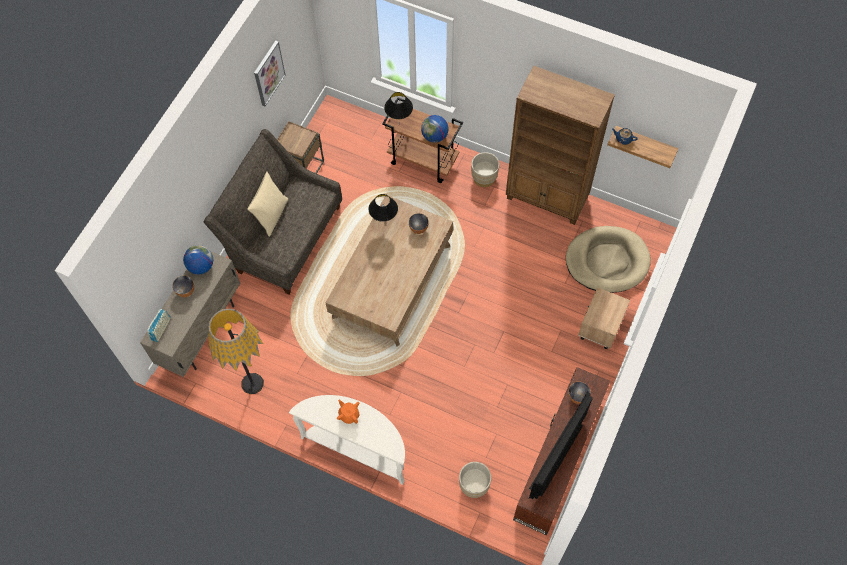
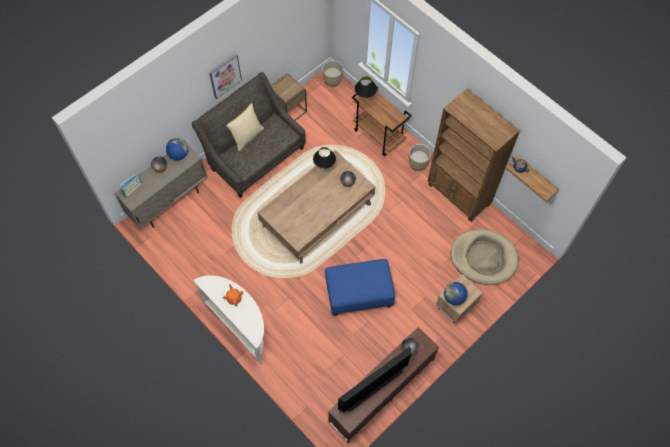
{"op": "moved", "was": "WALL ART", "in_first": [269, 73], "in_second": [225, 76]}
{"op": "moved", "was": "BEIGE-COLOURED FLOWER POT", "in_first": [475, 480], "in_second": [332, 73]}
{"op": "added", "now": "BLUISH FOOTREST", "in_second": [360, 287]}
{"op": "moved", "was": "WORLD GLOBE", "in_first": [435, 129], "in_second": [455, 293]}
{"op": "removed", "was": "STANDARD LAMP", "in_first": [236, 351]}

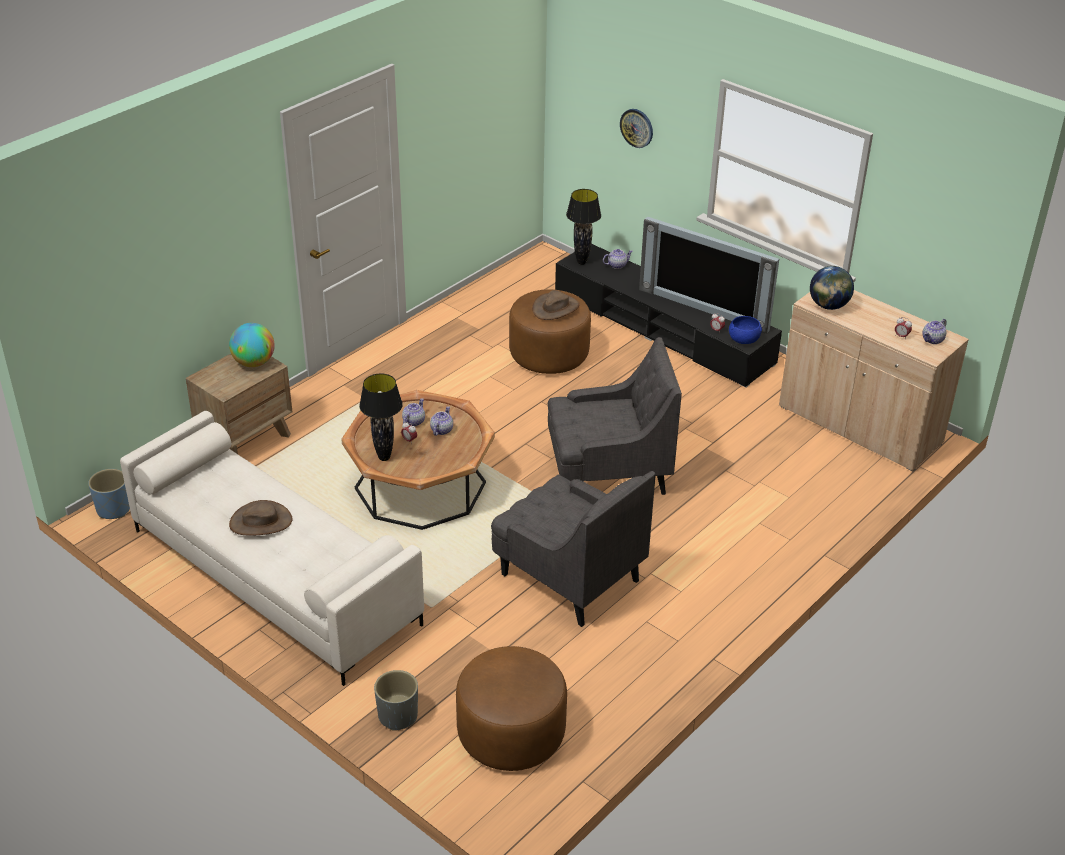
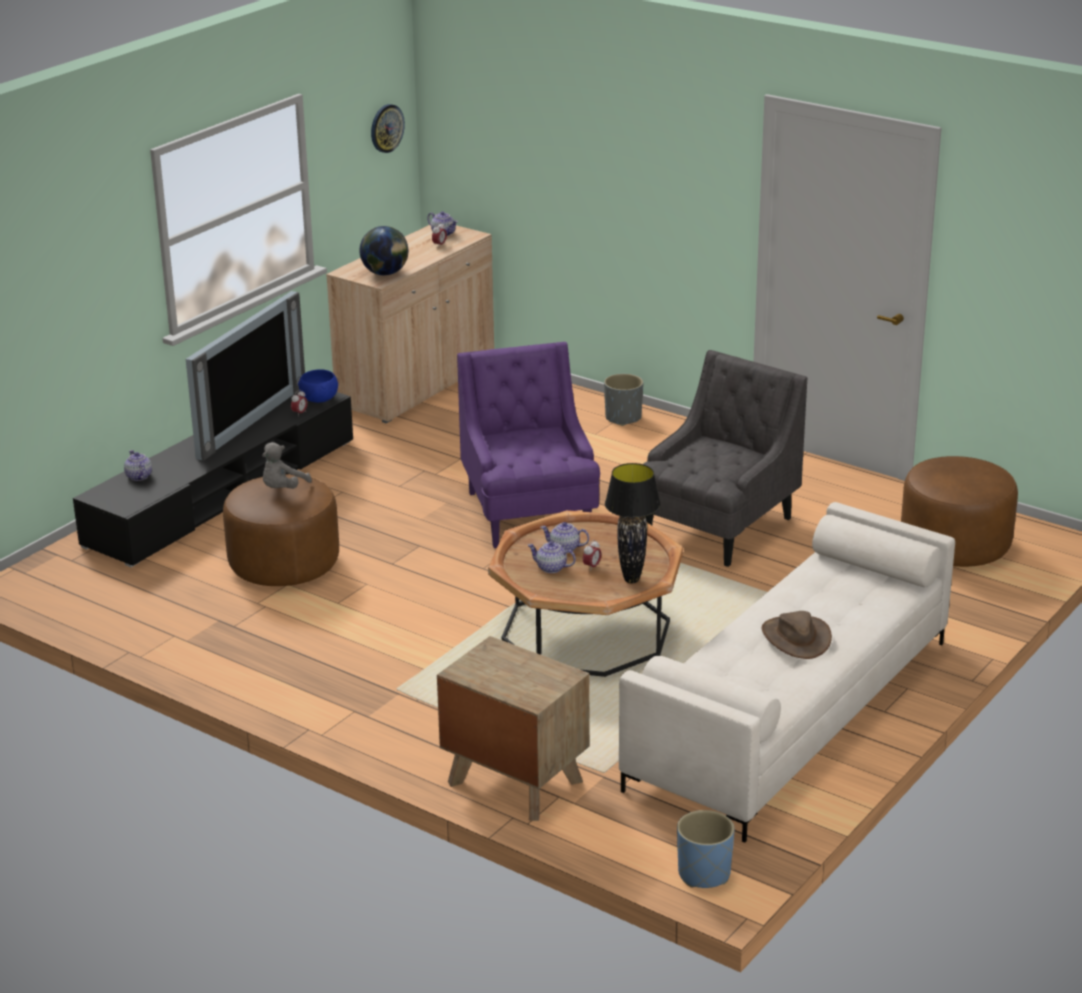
{"op": "replaced", "was": "BROWNISH WEARABLE HAT", "now": "GREYISH CUDDLY TOY", "in_first": [556, 305], "in_second": [287, 465]}
{"op": "moved", "was": "WALL CLOCK", "in_first": [636, 128], "in_second": [388, 128]}
{"op": "recoloured", "was": "GREYISH ARMCHAIR", "now": "PURPLISH ARMCHAIR", "in_first": [615, 416], "in_second": [528, 445]}
{"op": "moved", "was": "GREYISH FLOWER POT", "in_first": [396, 700], "in_second": [623, 400]}
{"op": "removed", "was": "WORLD GLOBE", "in_first": [252, 345]}
{"op": "removed", "was": "BLACK TABLE LAMP", "in_first": [583, 227]}

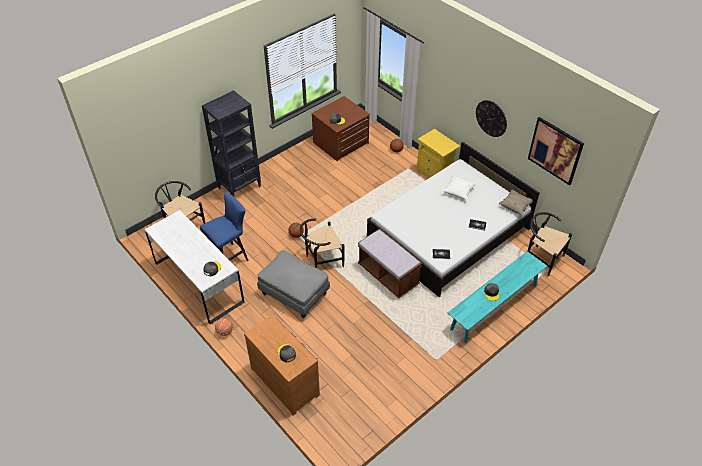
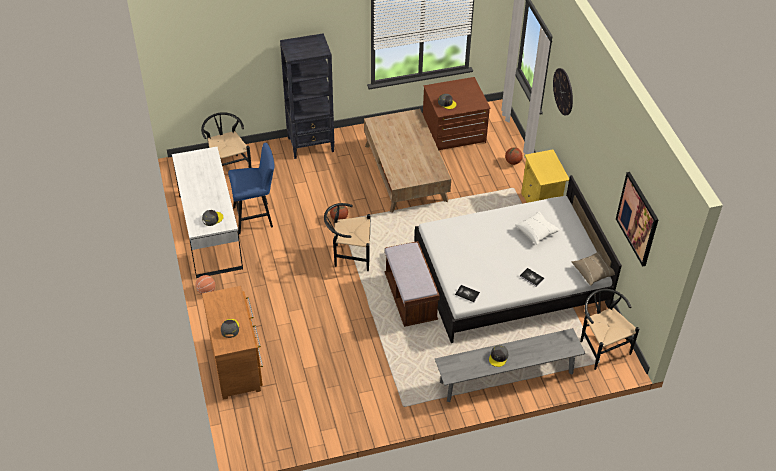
{"op": "added", "now": "BROWNISH LOUNGE TABLE", "in_second": [407, 161]}
{"op": "recoloured", "was": "TURQUOISE-COLOURED LONG SEAT", "now": "GREYISH LONG SEAT", "in_first": [497, 297], "in_second": [510, 365]}
{"op": "moved", "was": "WALL CLOCK", "in_first": [491, 118], "in_second": [563, 92]}
{"op": "removed", "was": "GREYISH FOOTREST", "in_first": [293, 284]}

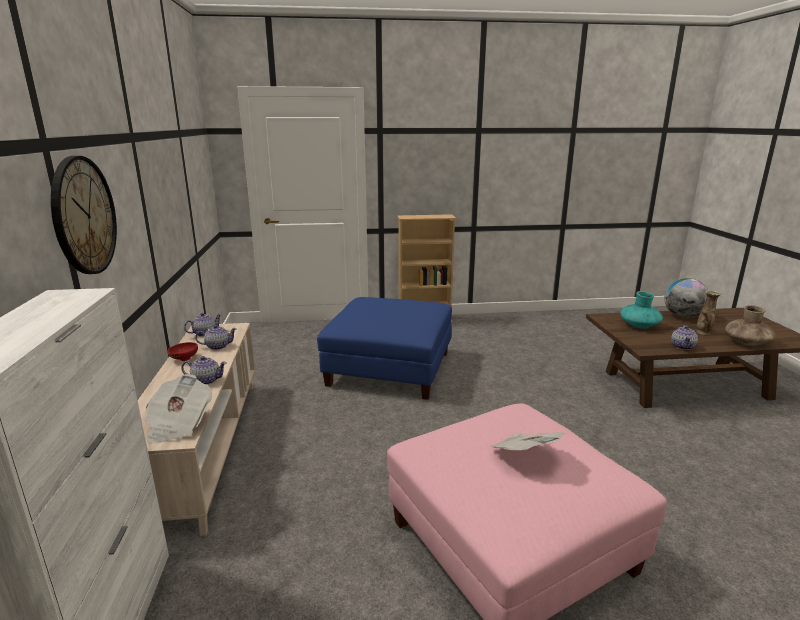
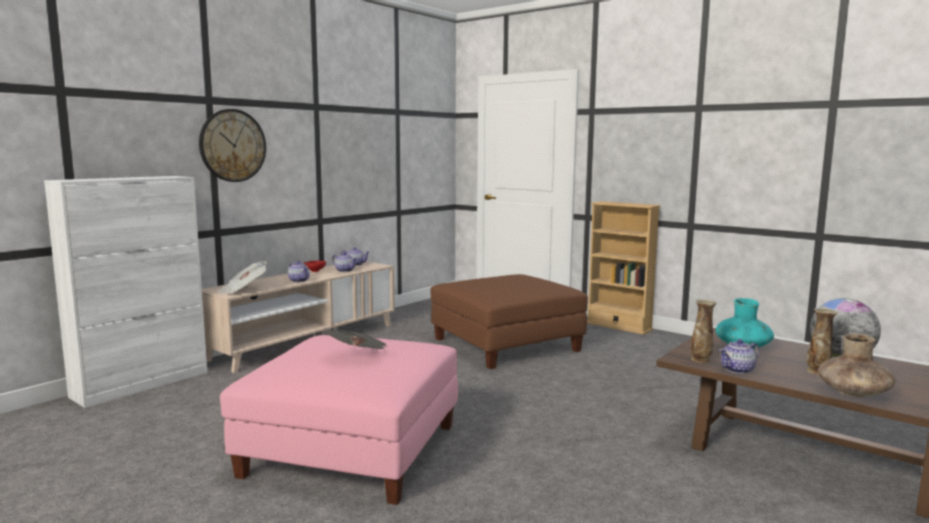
{"op": "recoloured", "was": "BLUISH FOOTREST", "now": "BROWNISH FOOTREST", "in_first": [384, 348], "in_second": [509, 321]}
{"op": "added", "now": "FLOWER VASE", "in_second": [703, 331]}

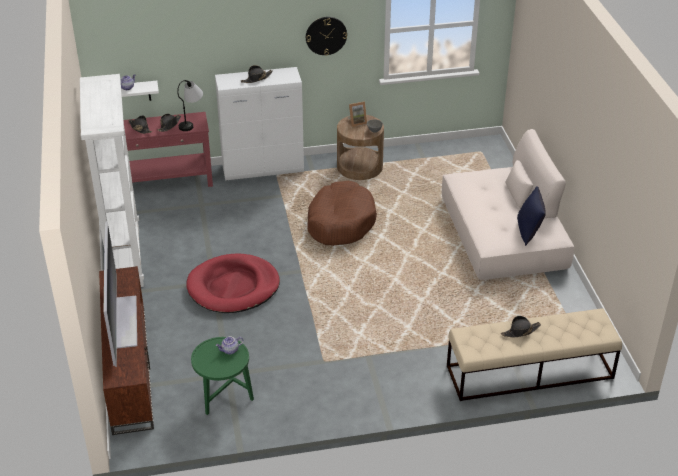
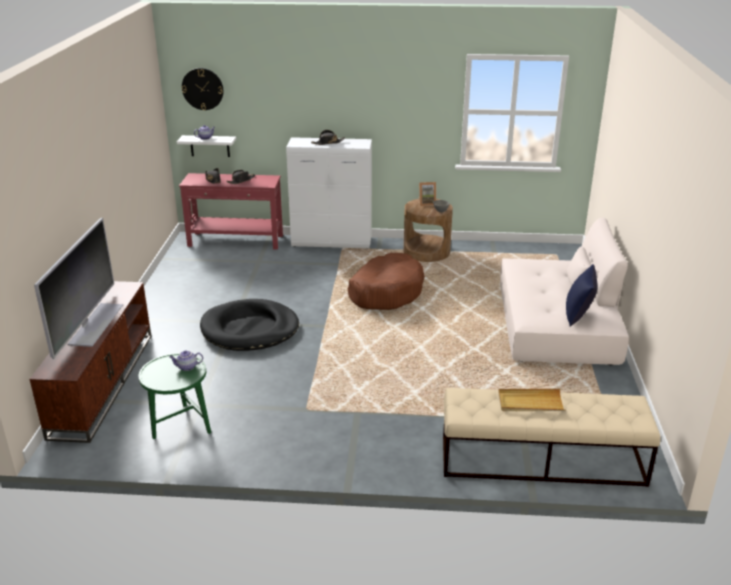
{"op": "moved", "was": "WALL CLOCK", "in_first": [326, 36], "in_second": [202, 89]}
{"op": "recoloured", "was": "REDDISH DOG BED", "now": "BLACK DOG BED", "in_first": [233, 283], "in_second": [249, 325]}
{"op": "replaced", "was": "BLACK WEARABLE HAT", "now": "BEIGE-COLOURED SERVING TRAY", "in_first": [521, 326], "in_second": [532, 400]}
{"op": "removed", "was": "WHITISH BOOKCASE", "in_first": [112, 180]}
{"op": "removed", "was": "TABLE LAMP", "in_first": [190, 105]}

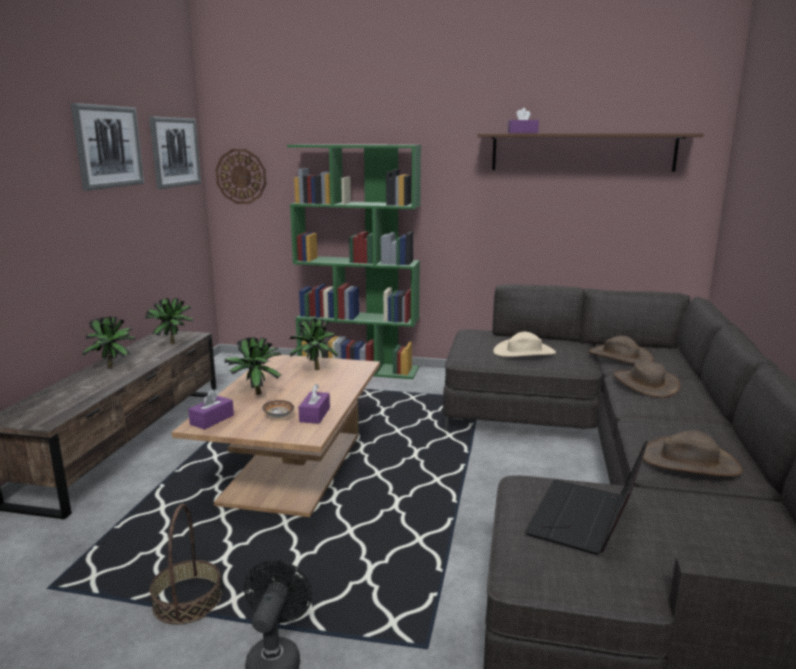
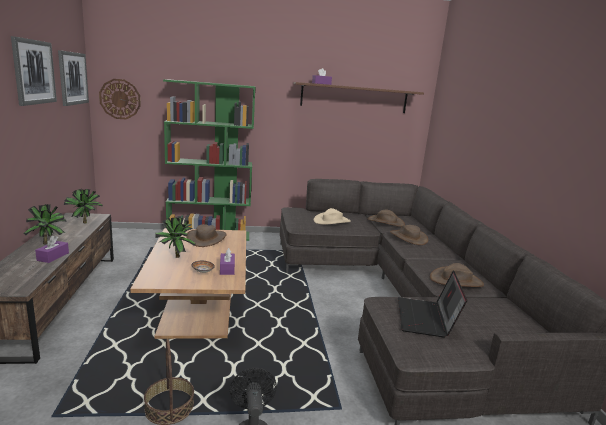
{"op": "moved", "was": "PURPLISH TISSUE HOLDER", "in_first": [211, 409], "in_second": [52, 249]}
{"op": "replaced", "was": "HOUSEPLANT", "now": "BROWNISH WEARABLE HAT", "in_first": [313, 344], "in_second": [206, 235]}

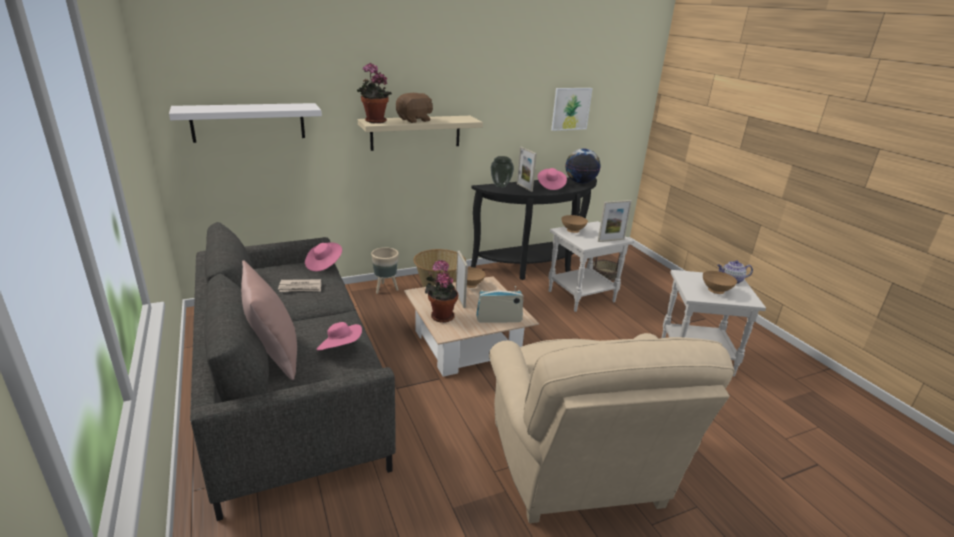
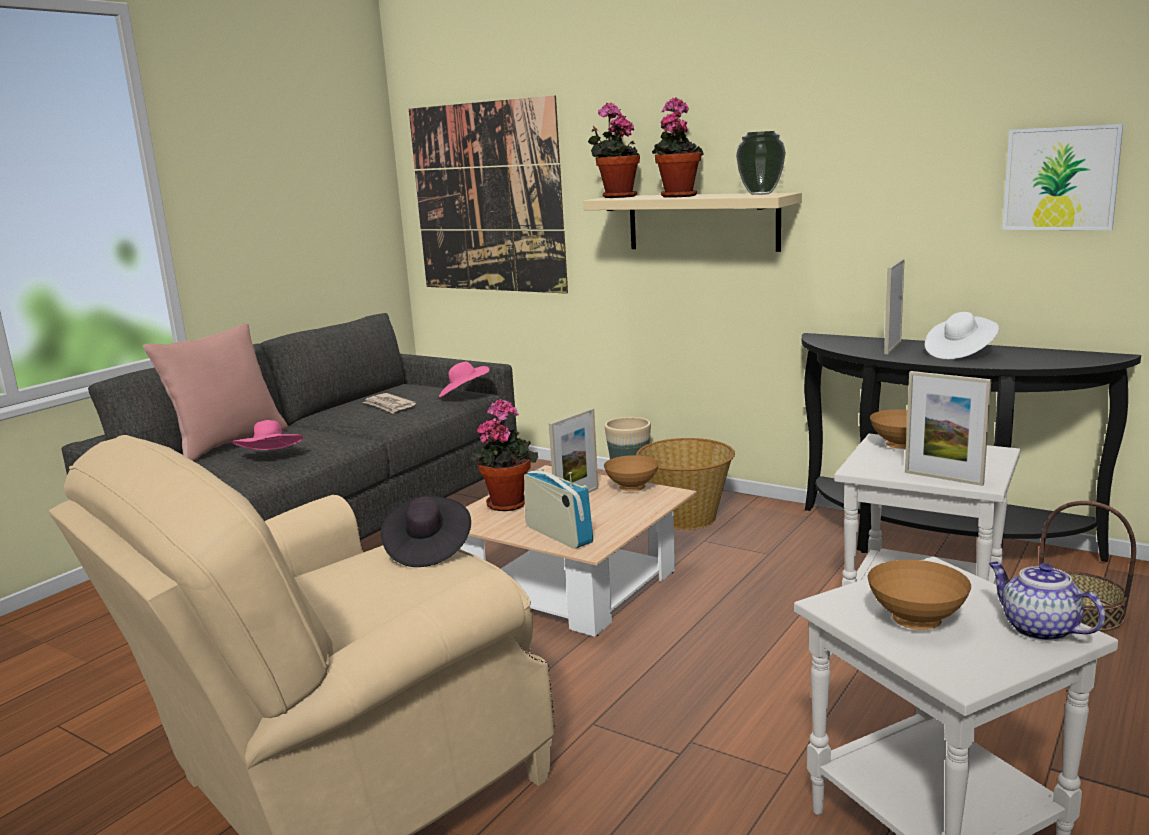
{"op": "added", "now": "BLACK WEARABLE HAT", "in_second": [426, 531]}
{"op": "replaced", "was": "WHITISH BRACKET SHELF", "now": "WALL ART", "in_first": [245, 123], "in_second": [488, 194]}
{"op": "replaced", "was": "BROWNISH CUDDLY TOY", "now": "HOUSEPLANT", "in_first": [414, 108], "in_second": [678, 147]}
{"op": "moved", "was": "FLOWER VASE", "in_first": [502, 172], "in_second": [761, 163]}
{"op": "recoloured", "was": "PINK-COLOURED WEARABLE HAT", "now": "WHITISH WEARABLE HAT", "in_first": [552, 179], "in_second": [962, 335]}
{"op": "removed", "was": "WORLD GLOBE", "in_first": [583, 165]}

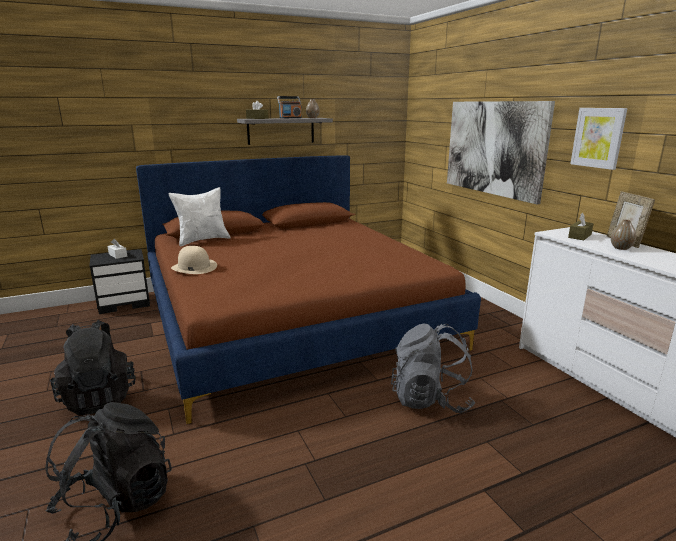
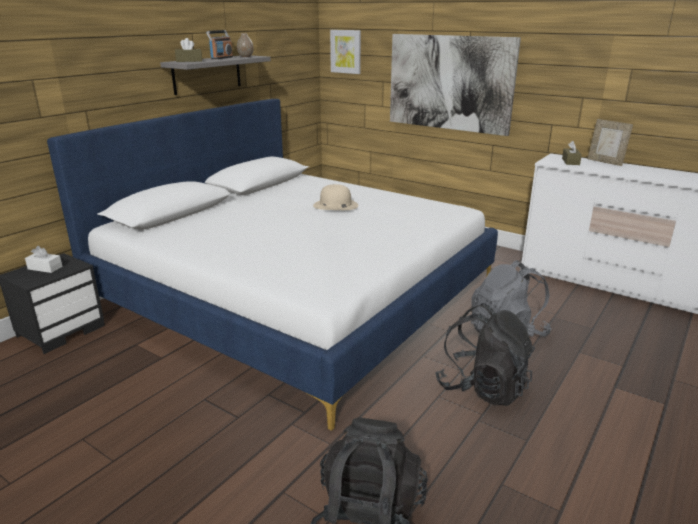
{"op": "recoloured", "was": "BROWNISH BEDROOM BED", "now": "WHITISH BEDROOM BED", "in_first": [308, 289], "in_second": [272, 265]}
{"op": "moved", "was": "BEIGE-COLOURED WEARABLE HAT", "in_first": [194, 260], "in_second": [335, 197]}
{"op": "moved", "was": "WALL ART", "in_first": [599, 139], "in_second": [345, 52]}
{"op": "moved", "was": "BLACK KNAPSACK", "in_first": [93, 367], "in_second": [485, 354]}
{"op": "removed", "was": "WHITISH PILLOW", "in_first": [199, 216]}
{"op": "removed", "was": "FLOWER VASE", "in_first": [623, 234]}

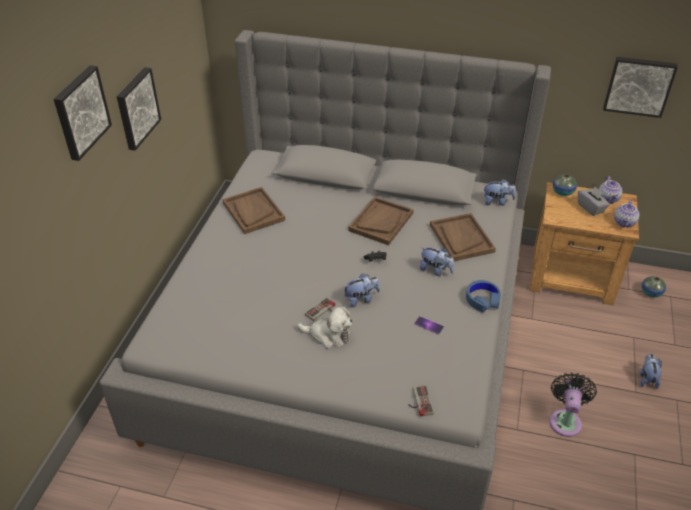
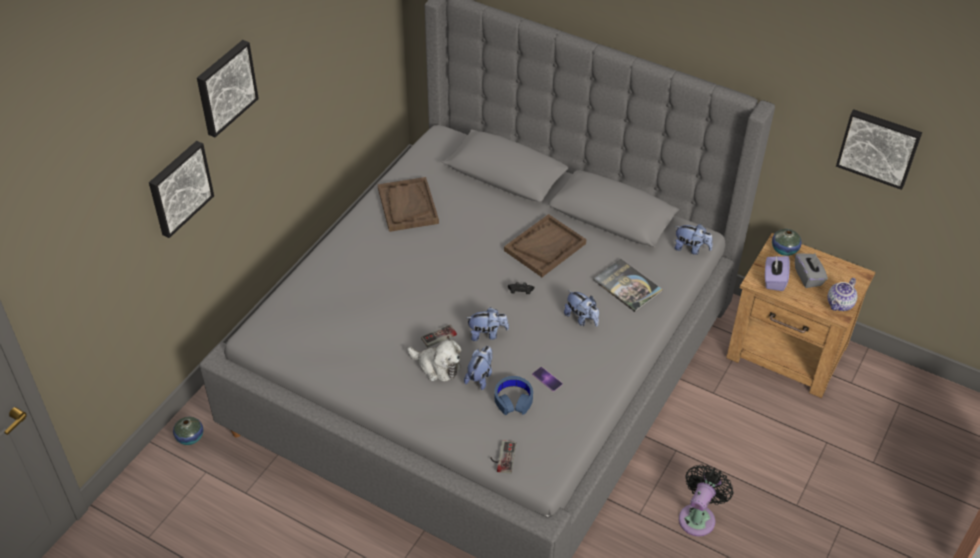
{"op": "moved", "was": "WALL ART", "in_first": [139, 109], "in_second": [181, 189]}
{"op": "moved", "was": "FLOWER VASE", "in_first": [654, 286], "in_second": [188, 431]}
{"op": "moved", "was": "CUDDLY TOY", "in_first": [651, 371], "in_second": [478, 368]}
{"op": "moved", "was": "BLUISH HEADSET", "in_first": [483, 296], "in_second": [514, 395]}
{"op": "replaced", "was": "BROWNISH SERVING TRAY", "now": "VOLUME", "in_first": [463, 237], "in_second": [628, 285]}
{"op": "added", "now": "PURPLISH TISSUE HOLDER", "in_second": [777, 273]}
{"op": "removed", "was": "TEAPOT", "in_first": [610, 190]}

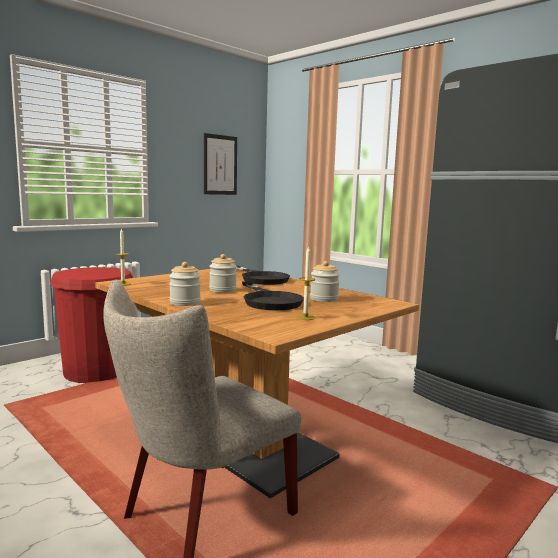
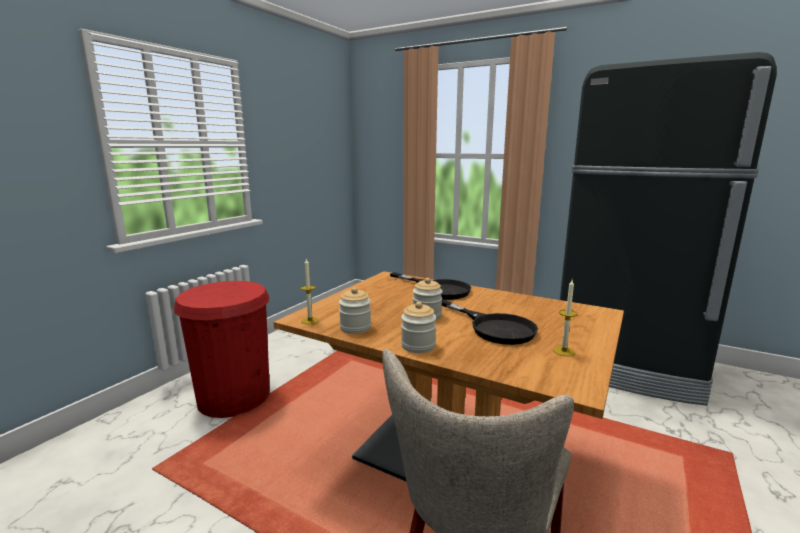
{"op": "moved", "was": "STORAGE JAR", "in_first": [325, 281], "in_second": [355, 310]}
{"op": "removed", "was": "WALL ART", "in_first": [220, 164]}

